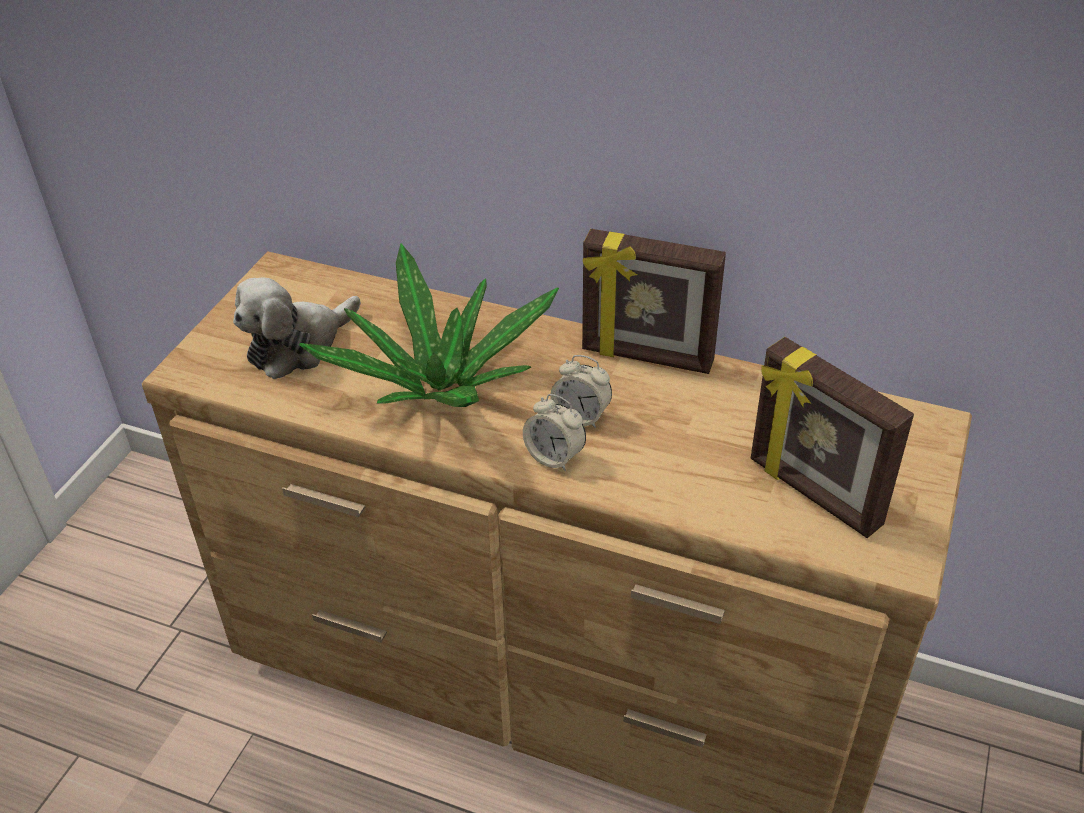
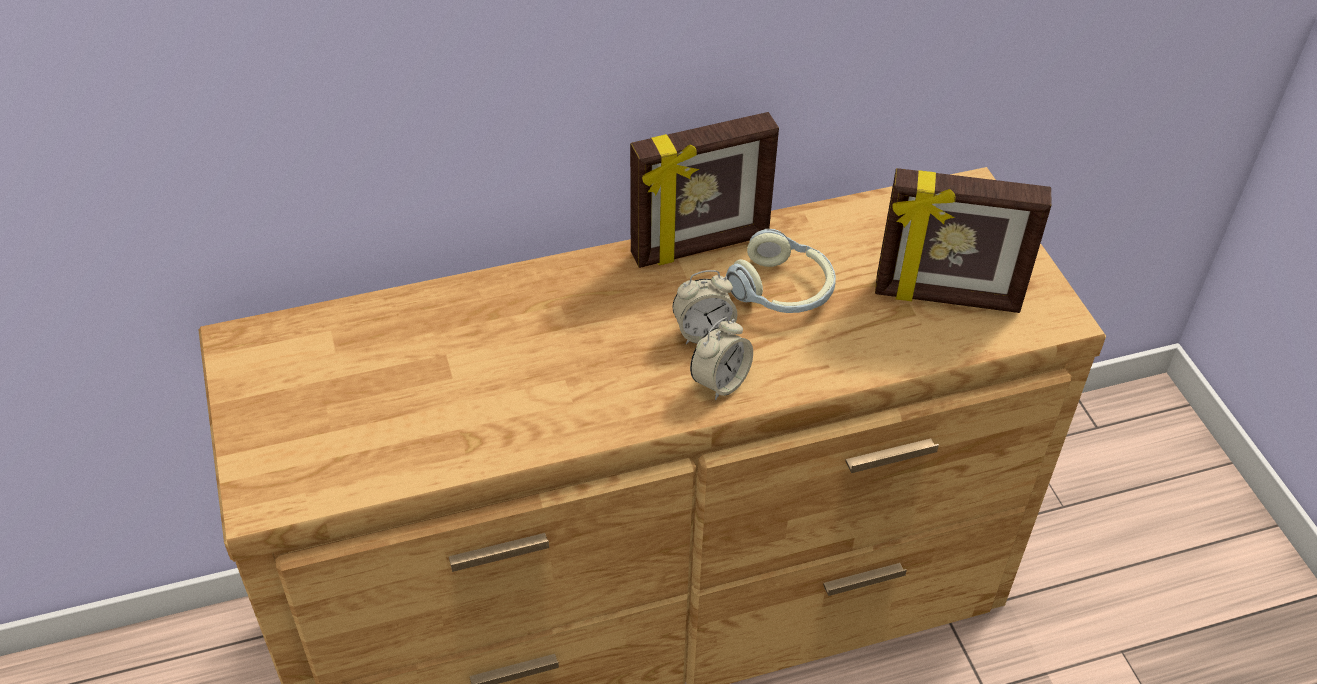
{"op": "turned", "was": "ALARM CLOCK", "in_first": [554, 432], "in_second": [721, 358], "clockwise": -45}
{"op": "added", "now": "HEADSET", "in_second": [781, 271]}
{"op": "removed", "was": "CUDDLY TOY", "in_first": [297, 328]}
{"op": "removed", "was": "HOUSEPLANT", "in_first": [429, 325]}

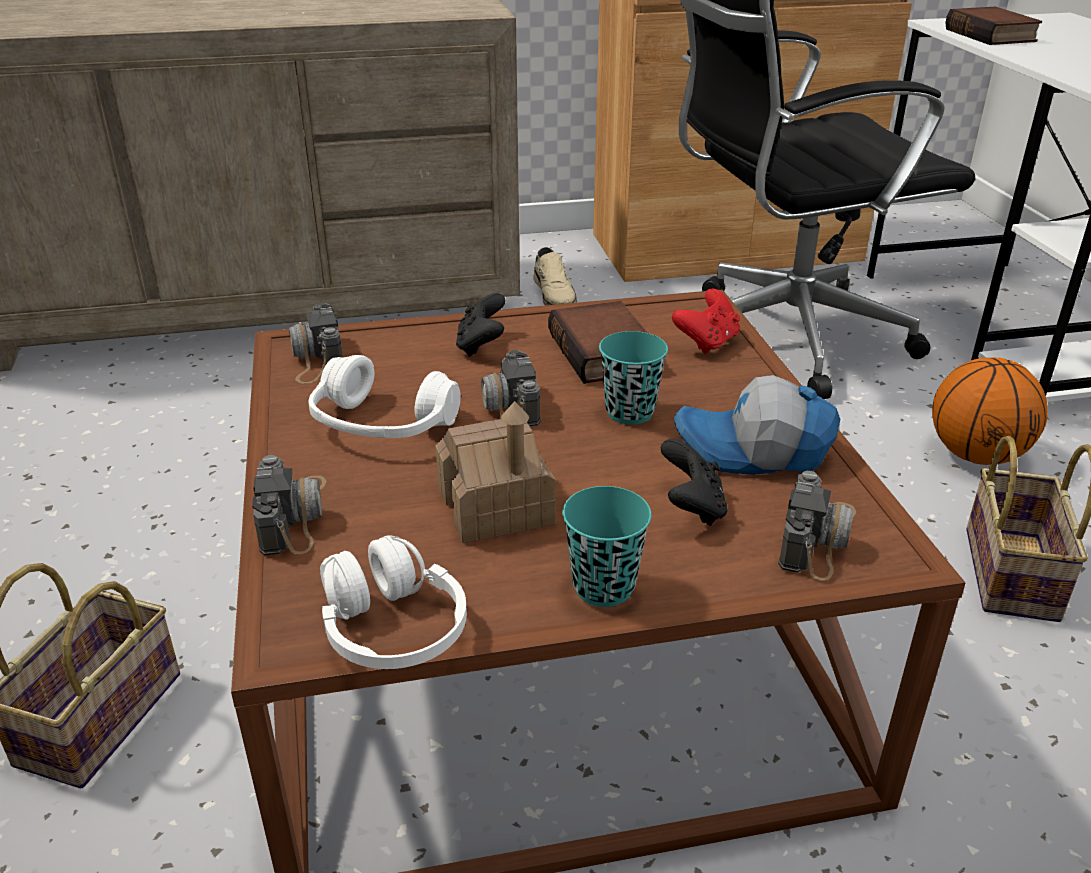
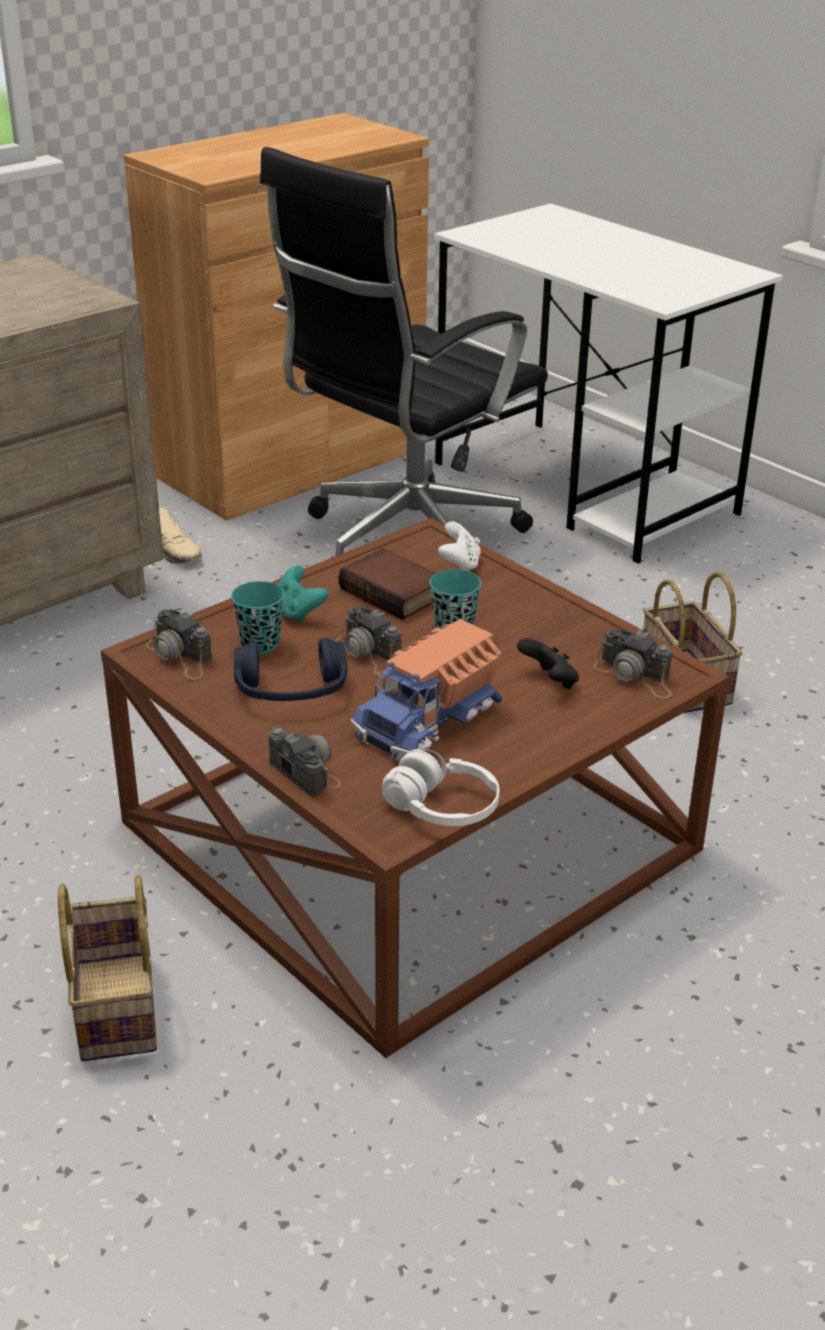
{"op": "moved", "was": "TURQUOISE-COLOURED SMALL CUP", "in_first": [607, 546], "in_second": [257, 617]}
{"op": "recoloured", "was": "WHITISH HEADSET", "now": "BLUISH HEADSET", "in_first": [385, 396], "in_second": [290, 669]}
{"op": "recoloured", "was": "BLACK GAME CONTROLLER", "now": "TURQUOISE-COLOURED GAME CONTROLLER", "in_first": [481, 325], "in_second": [303, 594]}
{"op": "replaced", "was": "MINIATURE HOUSE", "now": "MODEL TRUCK", "in_first": [496, 472], "in_second": [426, 690]}
{"op": "recoloured", "was": "REDDISH GAME CONTROLLER", "now": "WHITISH GAME CONTROLLER", "in_first": [706, 321], "in_second": [459, 546]}
{"op": "turned", "was": "PHOTO CAMERA", "in_first": [817, 525], "in_second": [632, 664], "clockwise": 135}
{"op": "removed", "was": "PEAKED CAP", "in_first": [757, 425]}
{"op": "removed", "was": "BASKETBALL", "in_first": [990, 411]}
{"op": "removed", "was": "VOLUME", "in_first": [993, 26]}

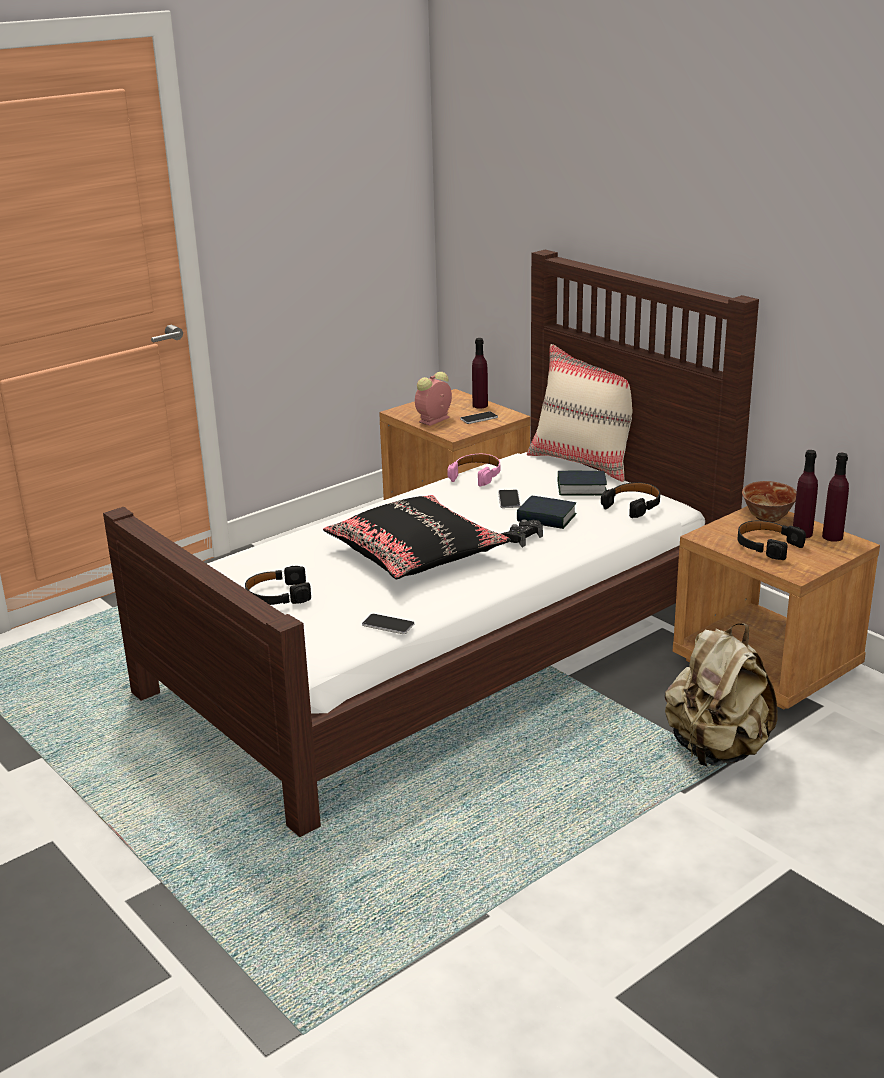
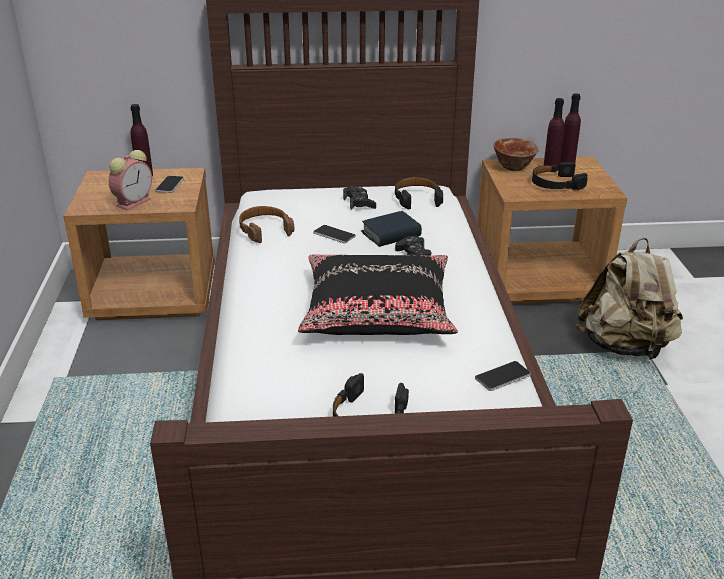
{"op": "turned", "was": "ALARM CLOCK", "in_first": [433, 399], "in_second": [130, 180], "clockwise": -135}
{"op": "recoloured", "was": "PINK-COLOURED HEADSET", "now": "BROWNISH HEADSET", "in_first": [473, 470], "in_second": [267, 224]}
{"op": "replaced", "was": "VOLUME", "now": "BLACK GAME CONTROLLER", "in_first": [582, 483], "in_second": [359, 198]}
{"op": "removed", "was": "BEIGE-COLOURED PILLOW", "in_first": [579, 413]}

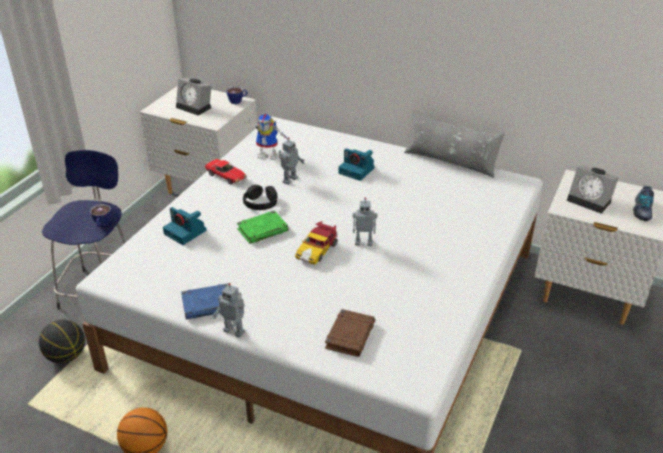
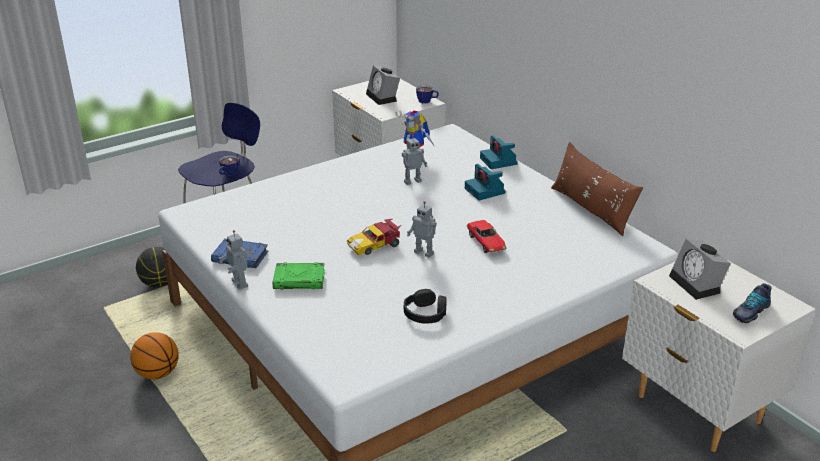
{"op": "moved", "was": "GREEN-COLOURED VOLUME", "in_first": [263, 227], "in_second": [299, 275]}
{"op": "moved", "was": "BLACK HEADSET", "in_first": [260, 197], "in_second": [425, 306]}
{"op": "moved", "was": "MODEL CAR", "in_first": [225, 171], "in_second": [486, 236]}
{"op": "moved", "was": "PHOTO CAMERA", "in_first": [185, 226], "in_second": [499, 152]}
{"op": "recoloured", "was": "GREYISH PILLOW", "now": "BROWNISH PILLOW", "in_first": [454, 143], "in_second": [597, 189]}
{"op": "removed", "was": "BROWNISH VOLUME", "in_first": [350, 333]}

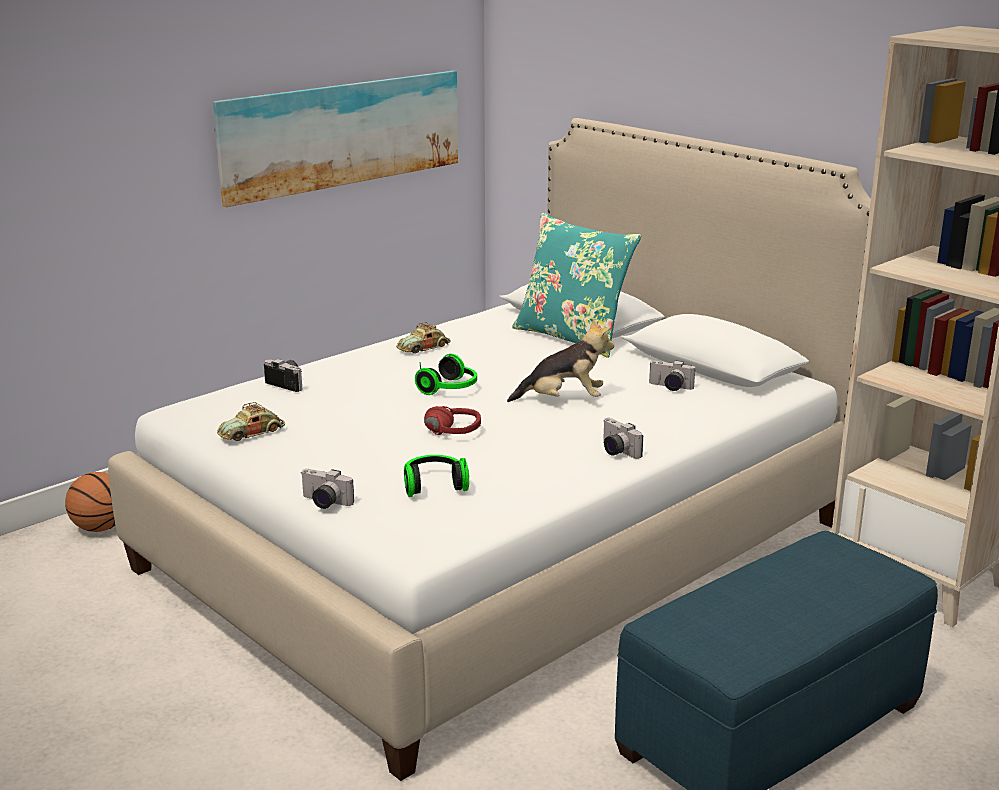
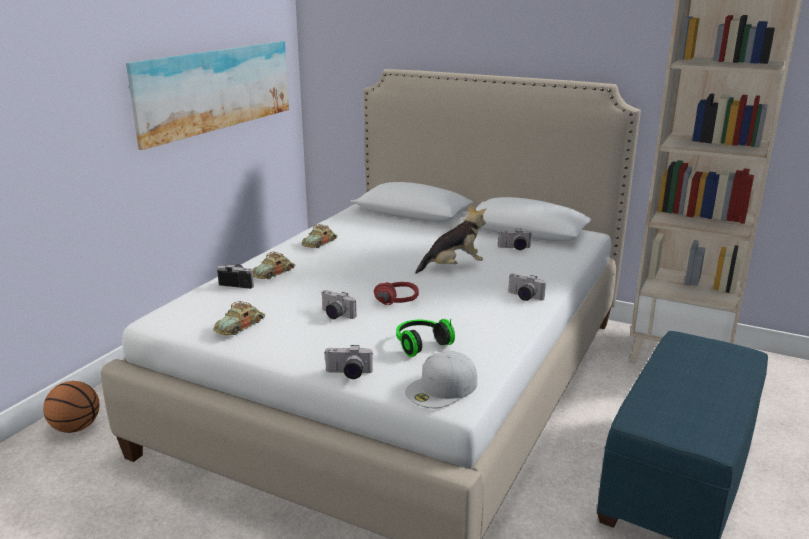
{"op": "added", "now": "MODEL CAR", "in_second": [274, 265]}
{"op": "added", "now": "PHOTO CAMERA", "in_second": [338, 304]}
{"op": "added", "now": "WHITISH PEAKED CAP", "in_second": [441, 379]}
{"op": "removed", "was": "HEADSET", "in_first": [446, 374]}
{"op": "removed", "was": "TURQUOISE-COLOURED PILLOW", "in_first": [576, 285]}

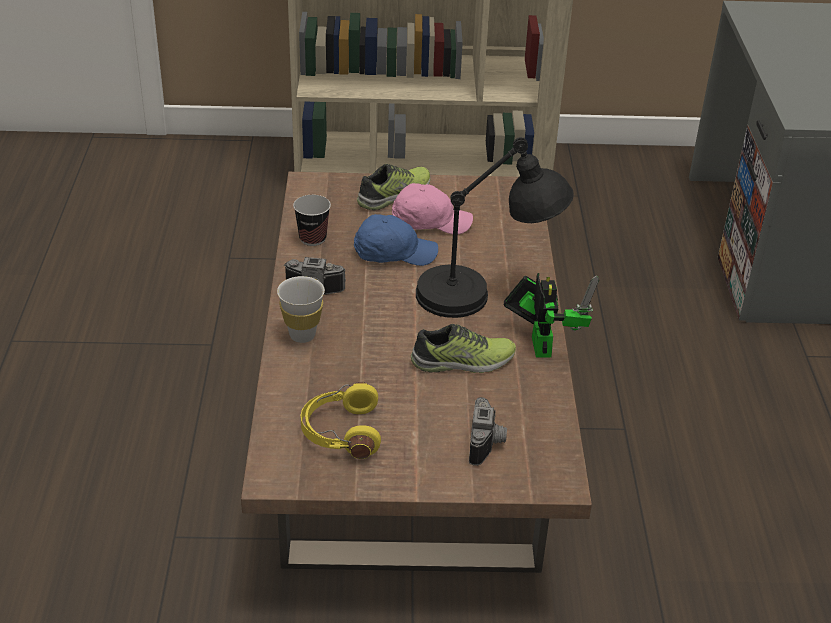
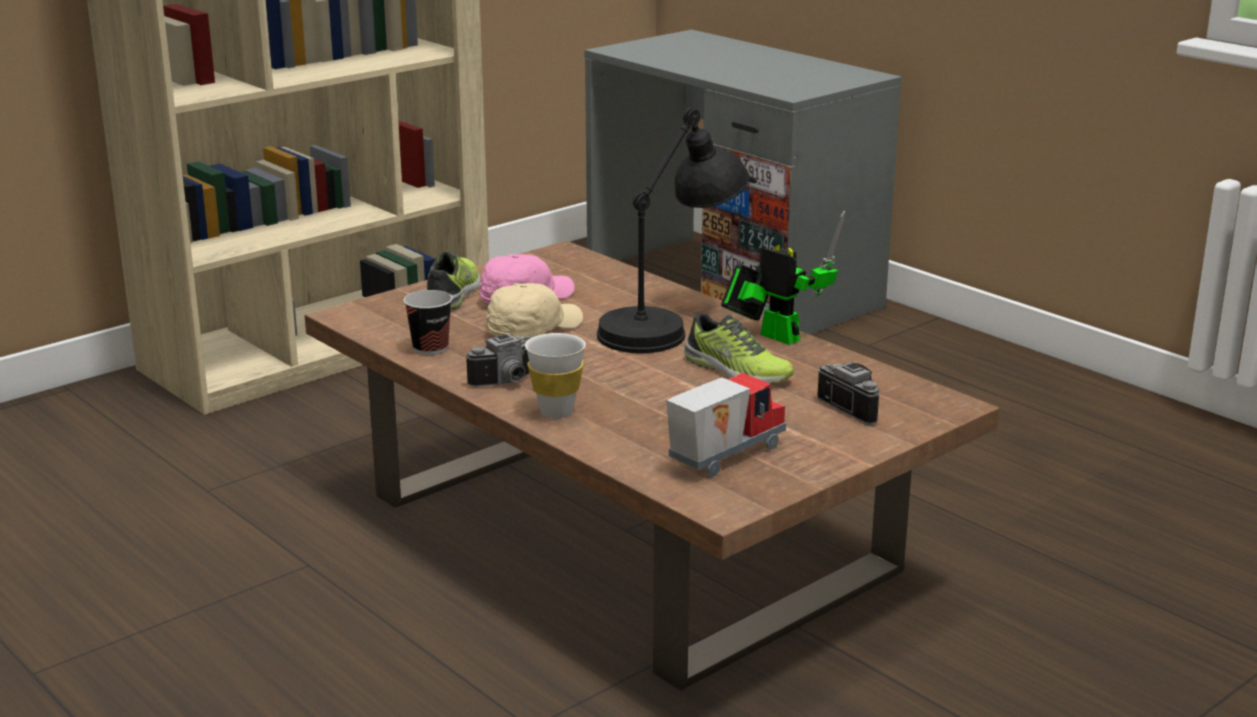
{"op": "recoloured", "was": "BLUISH PEAKED CAP", "now": "BEIGE-COLOURED PEAKED CAP", "in_first": [396, 240], "in_second": [534, 310]}
{"op": "replaced", "was": "YELLOWISH HEADSET", "now": "MODEL TRUCK", "in_first": [341, 420], "in_second": [726, 424]}
{"op": "turned", "was": "LOW SHOE", "in_first": [463, 348], "in_second": [739, 348], "clockwise": 90}

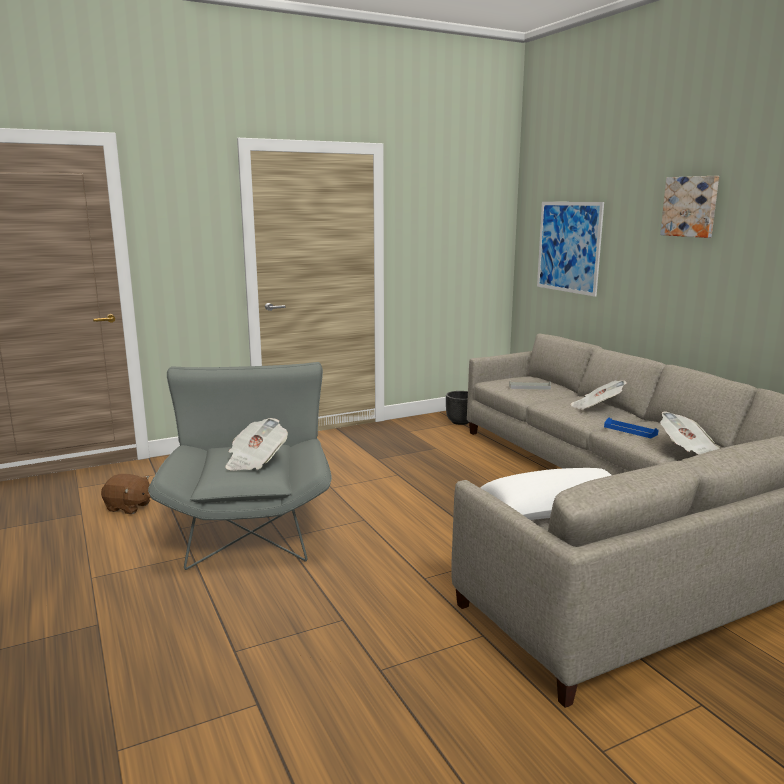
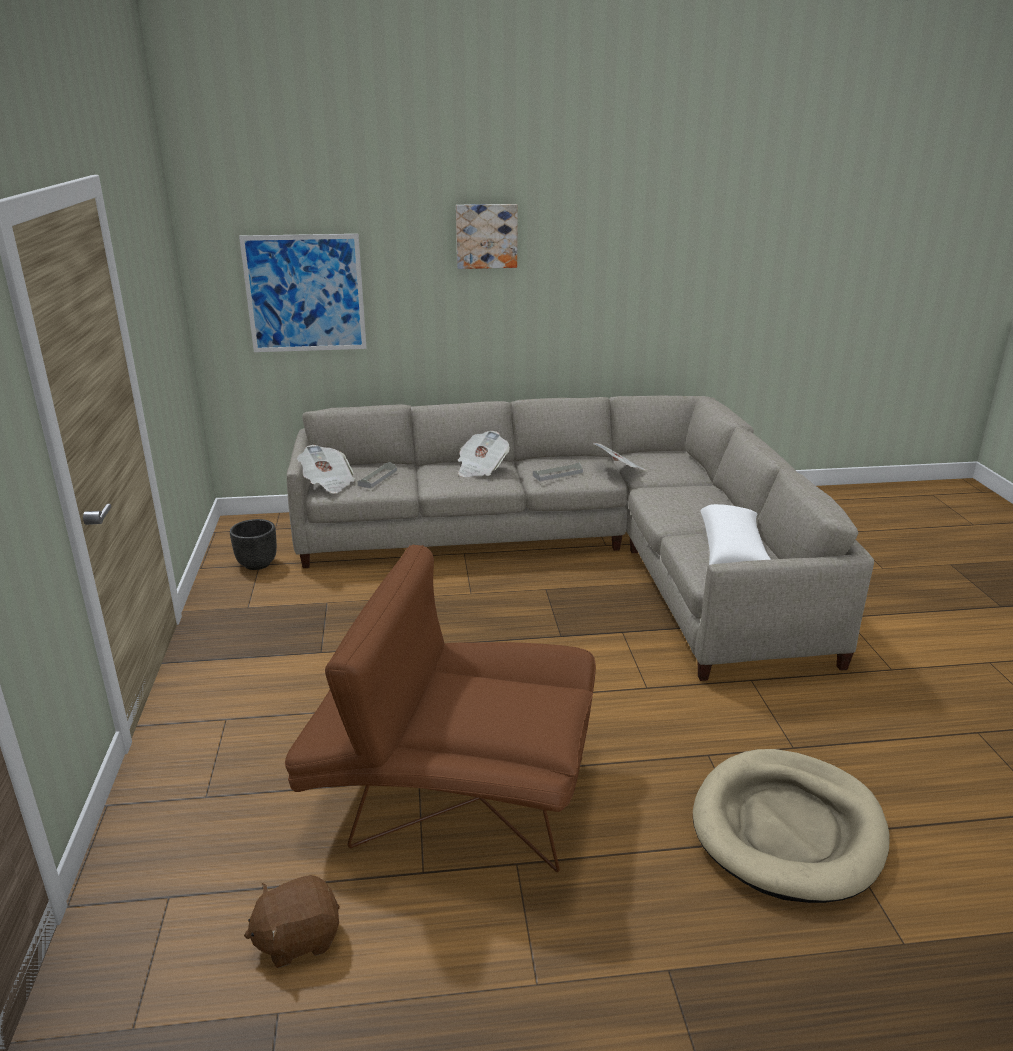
{"op": "turned", "was": "BROWNISH CUDDLY TOY", "in_first": [126, 494], "in_second": [292, 921], "clockwise": -150}
{"op": "recoloured", "was": "GREYISH ARMCHAIR", "now": "BROWNISH ARMCHAIR", "in_first": [240, 466], "in_second": [440, 708]}
{"op": "moved", "was": "NEWSPAPER", "in_first": [256, 444], "in_second": [326, 469]}
{"op": "recoloured", "was": "BLUISH SERVING TRAY", "now": "GREYISH SERVING TRAY", "in_first": [631, 427], "in_second": [558, 472]}
{"op": "added", "now": "BEIGE-COLOURED DOG BED", "in_second": [791, 826]}

